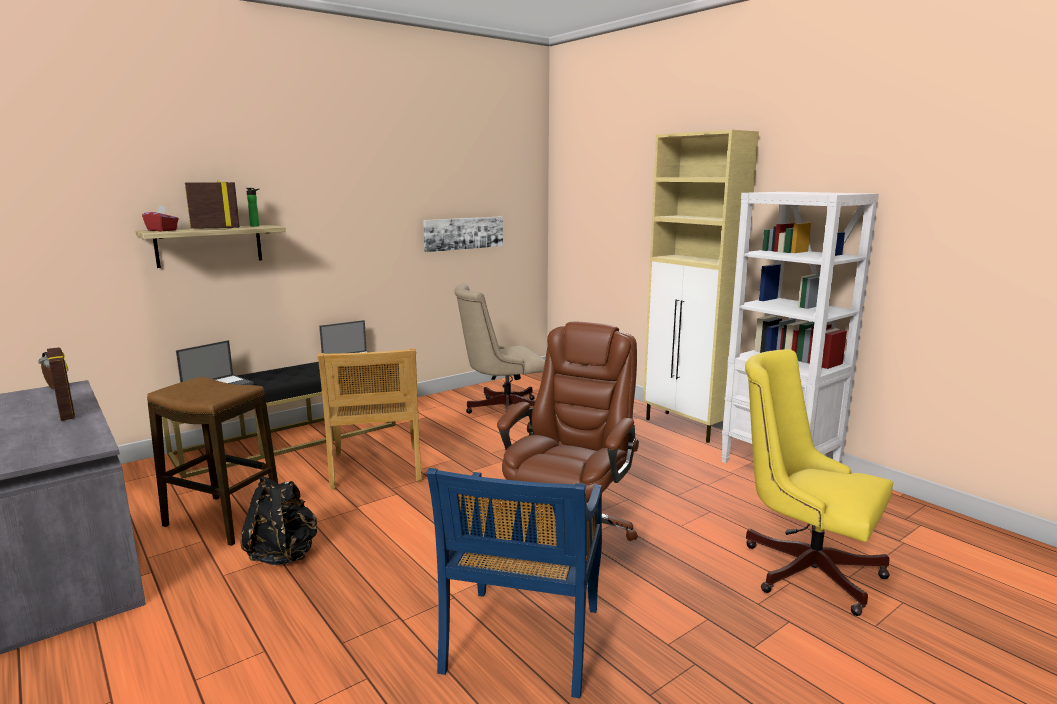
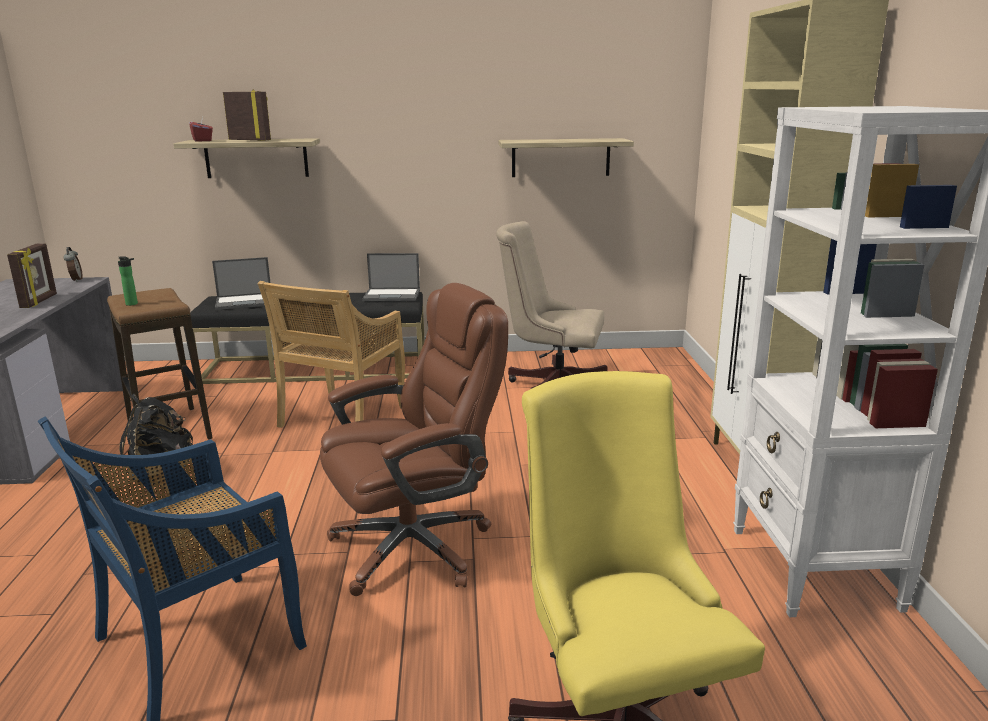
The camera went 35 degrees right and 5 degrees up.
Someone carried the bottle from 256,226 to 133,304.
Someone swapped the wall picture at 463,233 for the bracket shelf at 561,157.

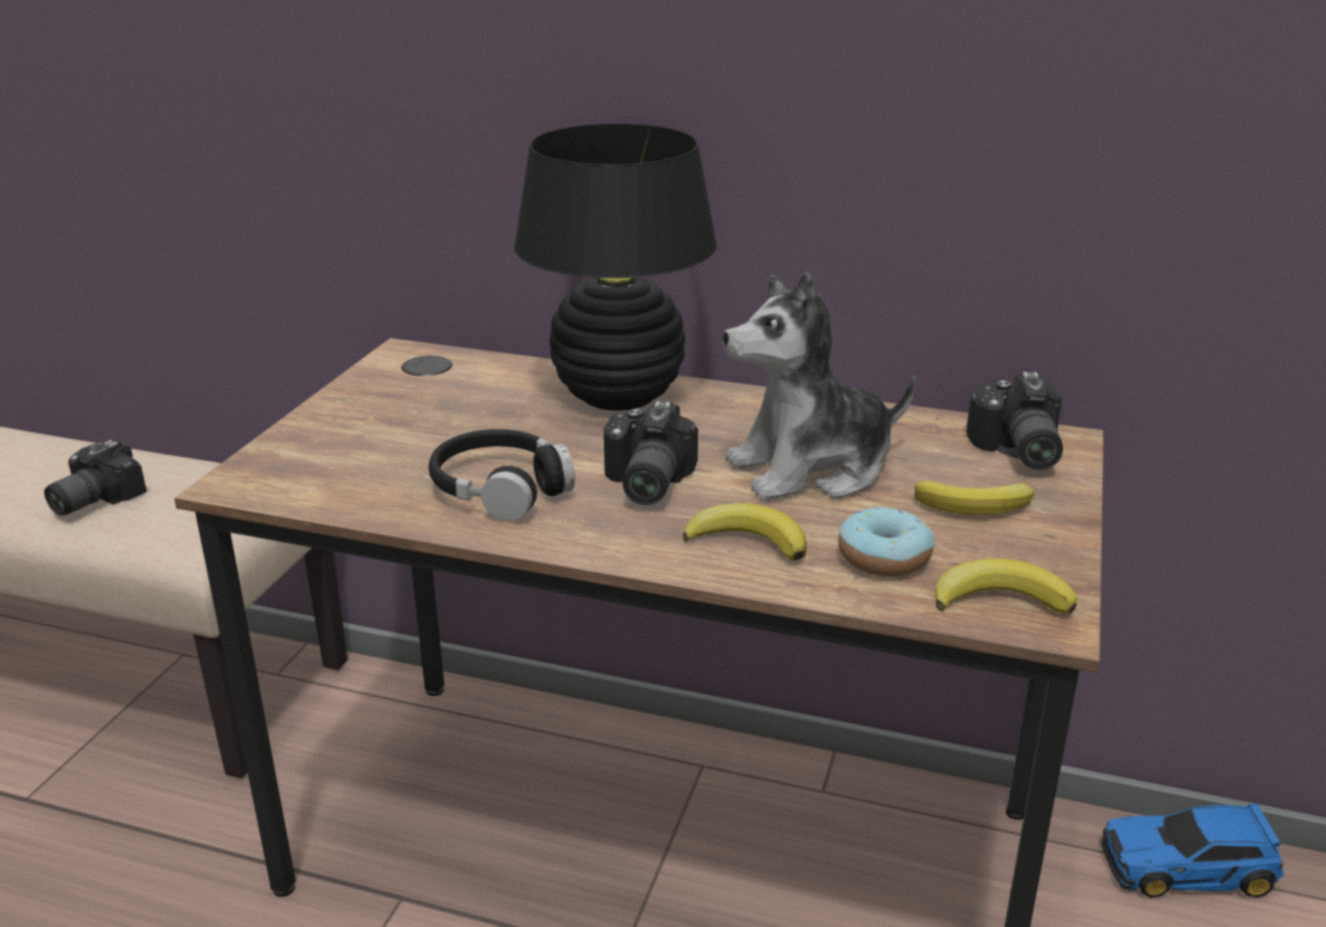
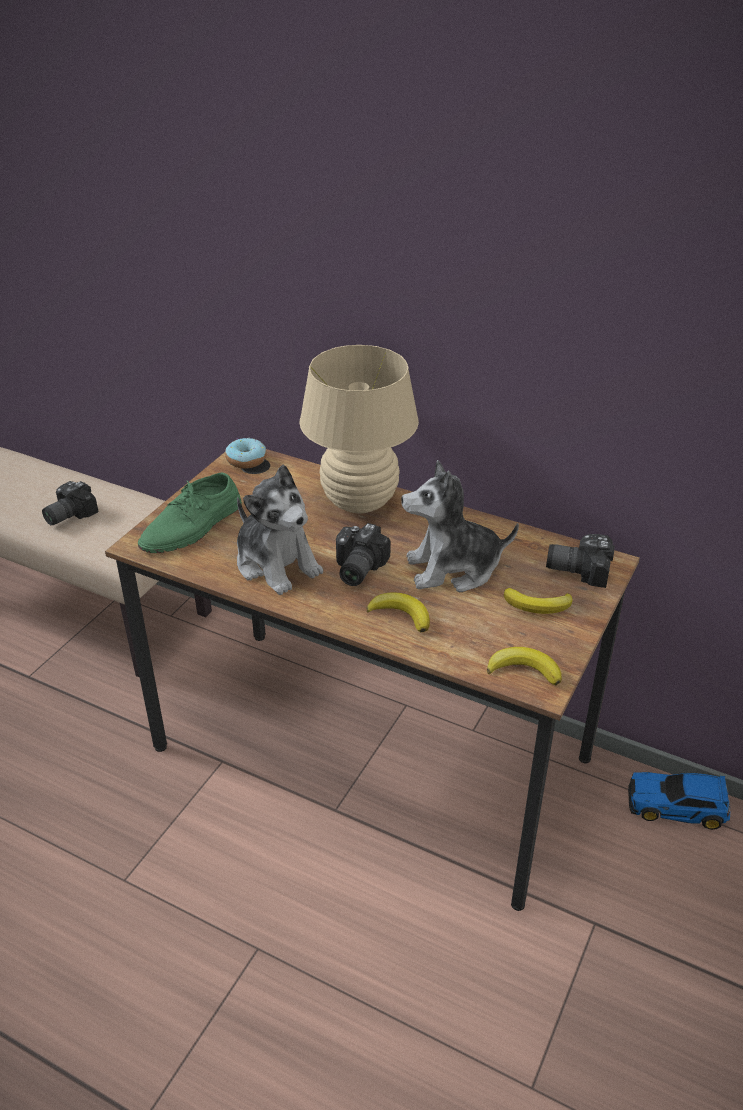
The camera went 10 degrees right and 10 degrees up.
Someone swapped the blackish pair of headphones at 500,489 for the plush toy at 277,564.
Someone repainted the blackish table lamp at 618,397, which became the beige table lamp at 359,502.
Someone carried the ring doughnut from 884,557 to 246,460.
Someone rotated the still camera at 1015,451 by 90 degrees clockwise.
Someone put down the green low shoe at 192,526.

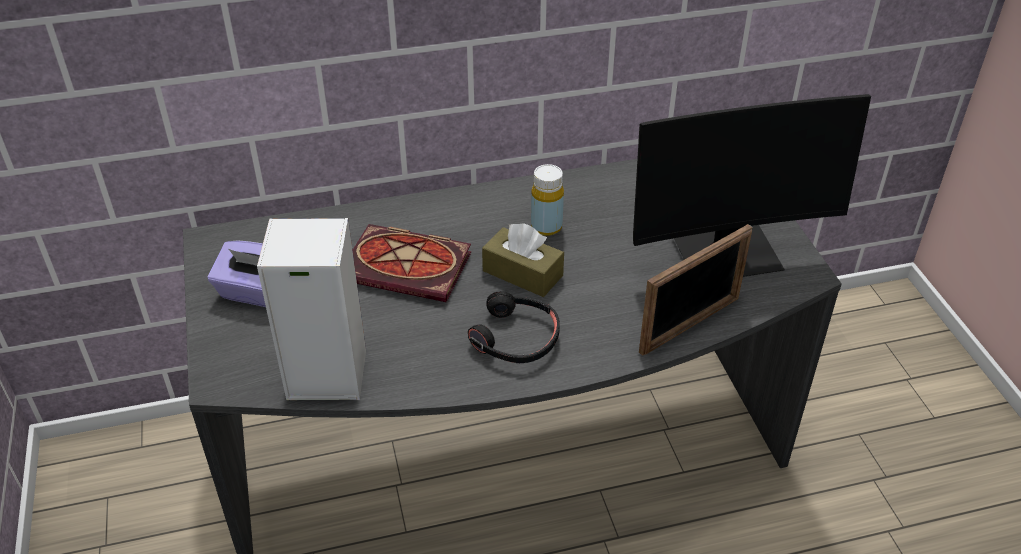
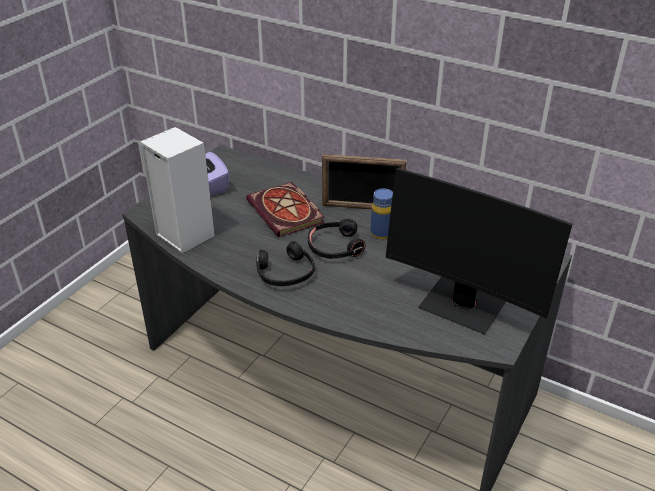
The camera went 45 degrees right and 5 degrees down.
Someone swapped the brown box of tissues at 522,273 for the blackish pair of headphones at 335,247.
Someone repainted the yellow bottle at 546,227, which became the bluish bottle at 381,233.
Someone carried the photo frame from 690,325 to 362,208.

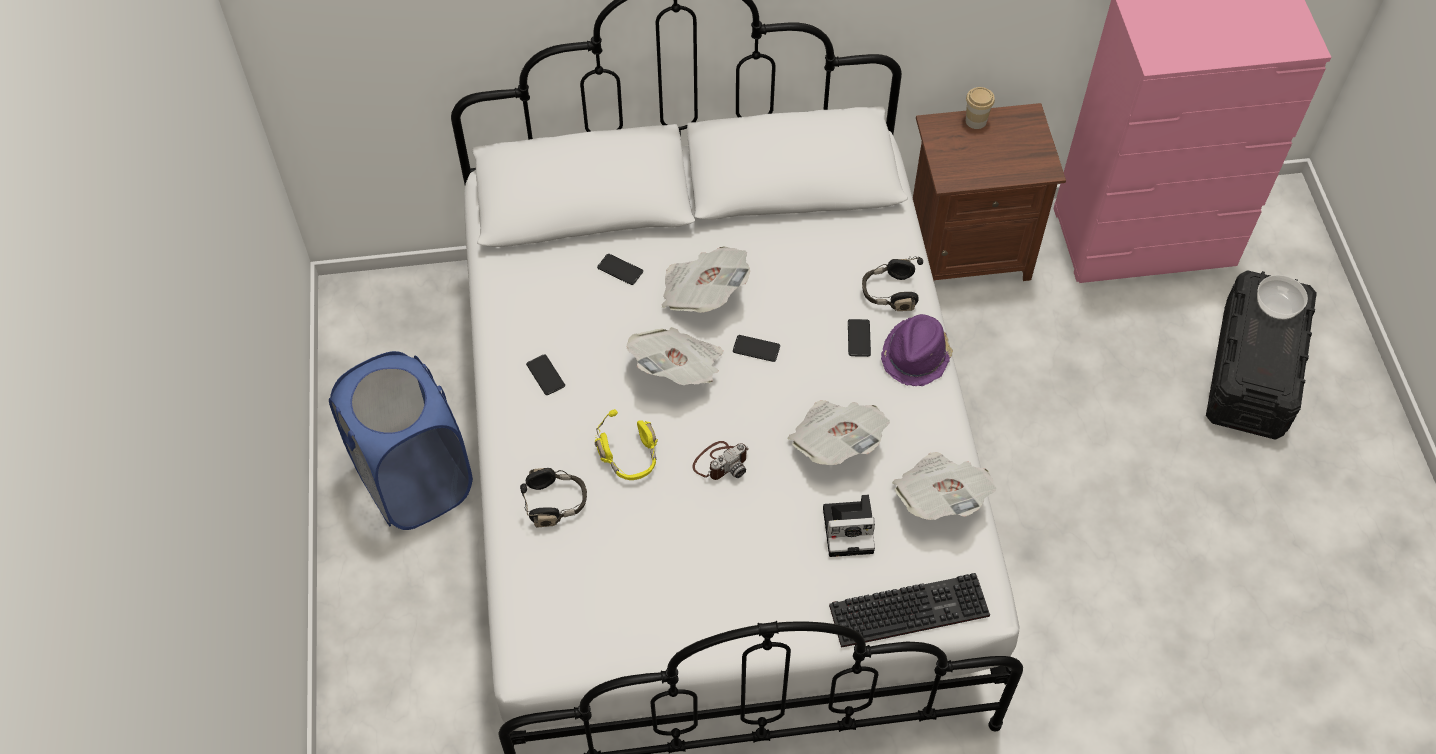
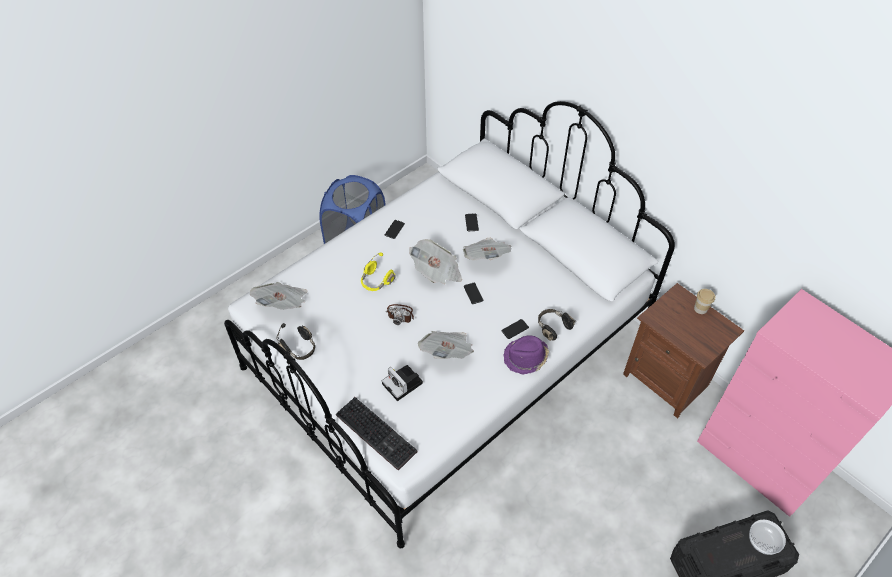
The camera went 55 degrees right and 5 degrees down.
Someone carried the blackish pair of headphones from 556,502 to 300,348.
Someone carried the daily paper from 940,497 to 283,304.

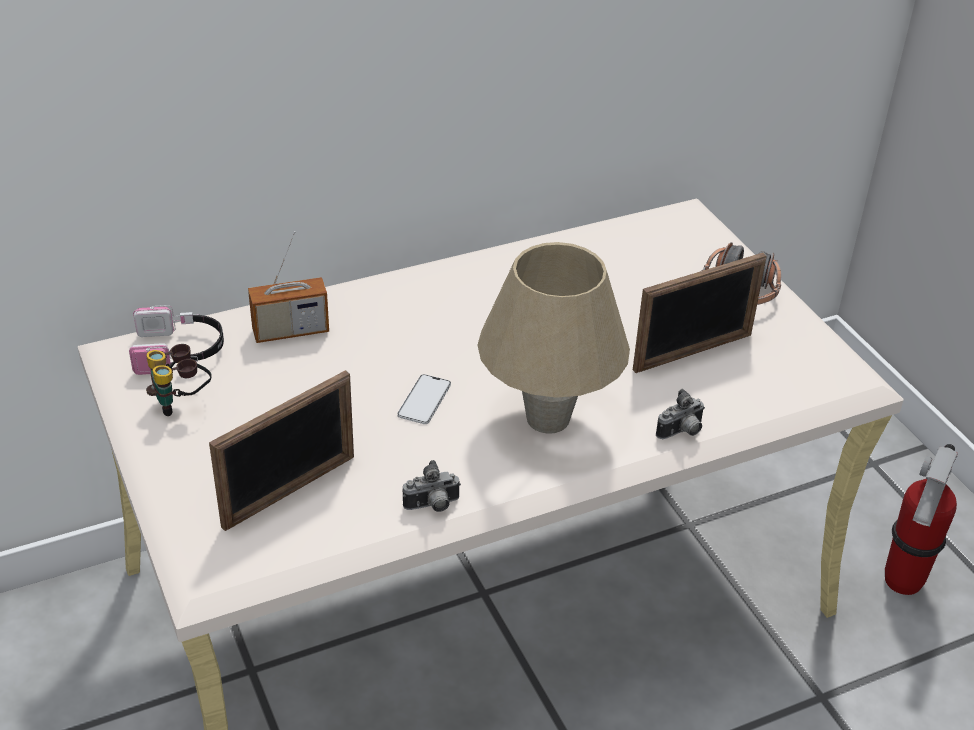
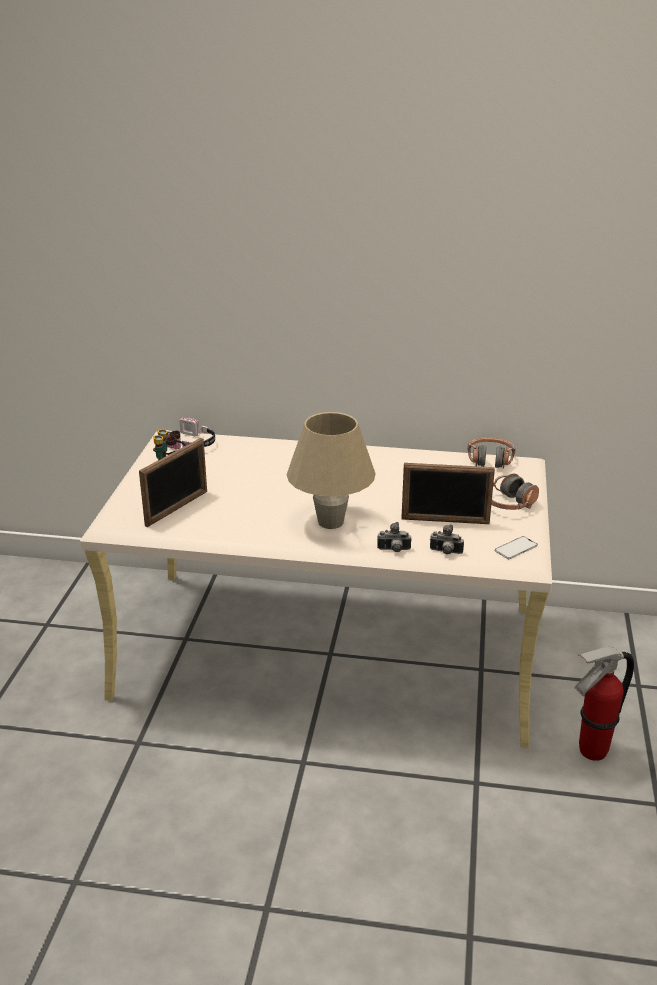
The camera went 35 degrees right and 10 degrees down.
Someone rotated the photo frame at 290,491 by 45 degrees counterclockwise.
Someone took away the radio set at 290,331.
Someone carried the phone from 424,400 to 516,548.
Someone carried the still camera from 432,506 to 445,552.
Someone put down the pair of headphones at 490,460.

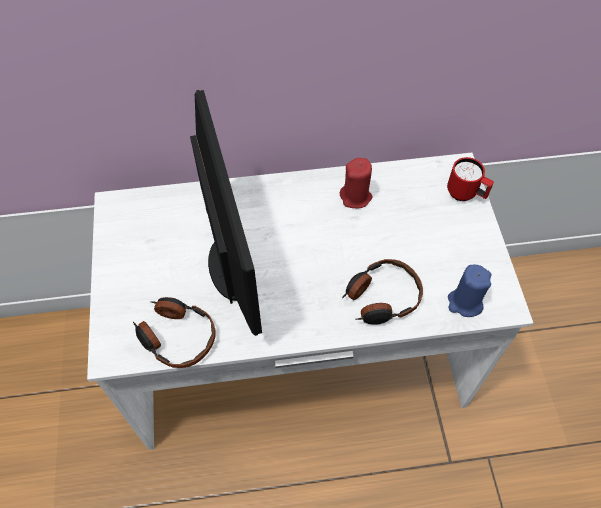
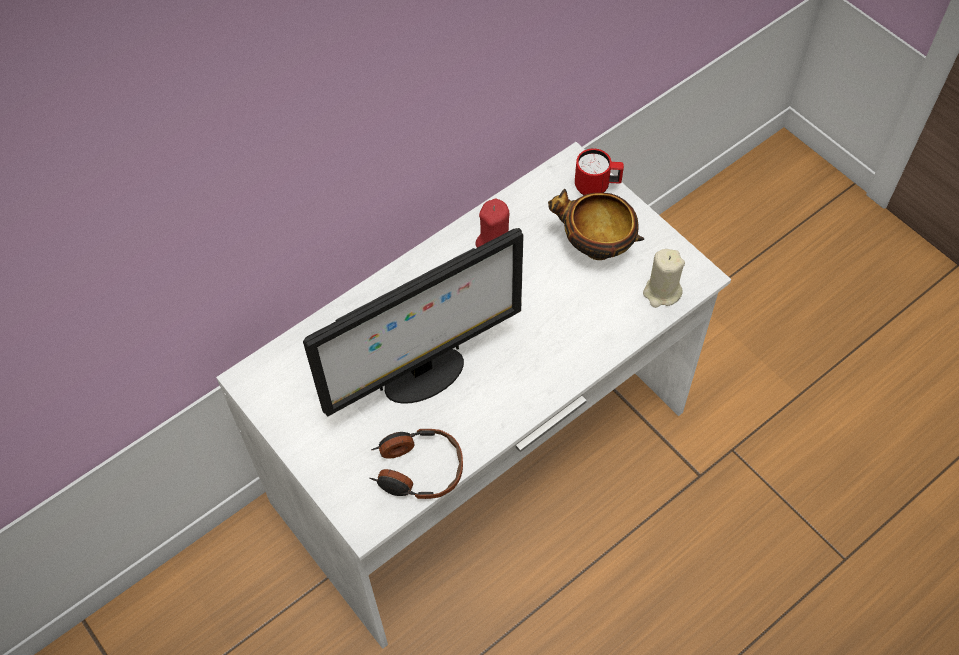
The camera went 30 degrees left and 0 degrees up.
Someone rotated the monitor at 232,269 by 105 degrees clockwise.
Someone took away the pair of headphones at 381,298.
Someone repainted the bluish wax light at 464,302, which became the beige wax light at 661,292.
Someone put down the bowl at 595,248.

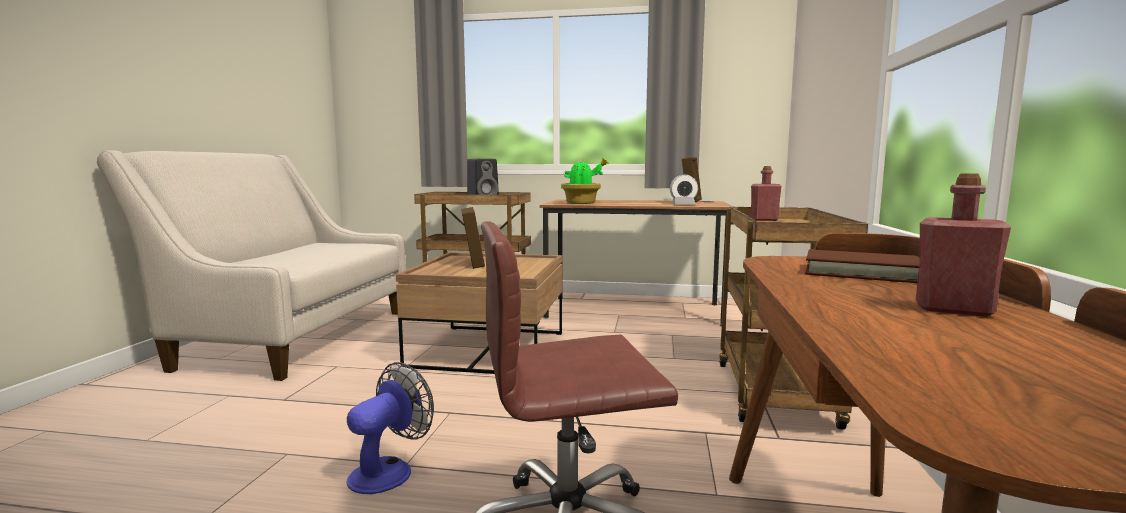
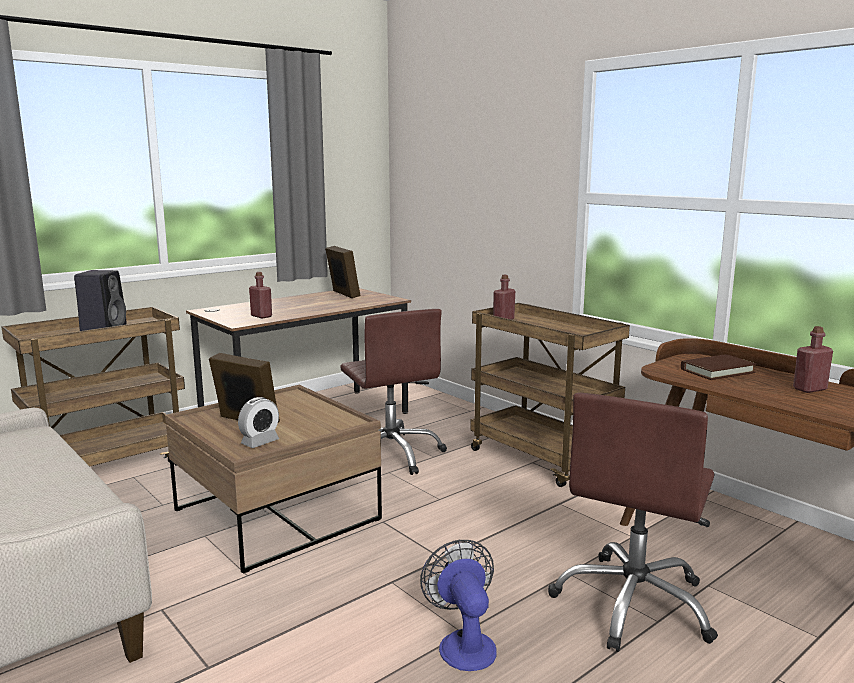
The camera went 50 degrees left and 5 degrees up.
Someone swapped the houseplant at 582,203 for the reddish bottle at 261,316.
Someone carried the table clock from 683,204 to 260,442.
Someone put down the brown desk chair at 392,454.

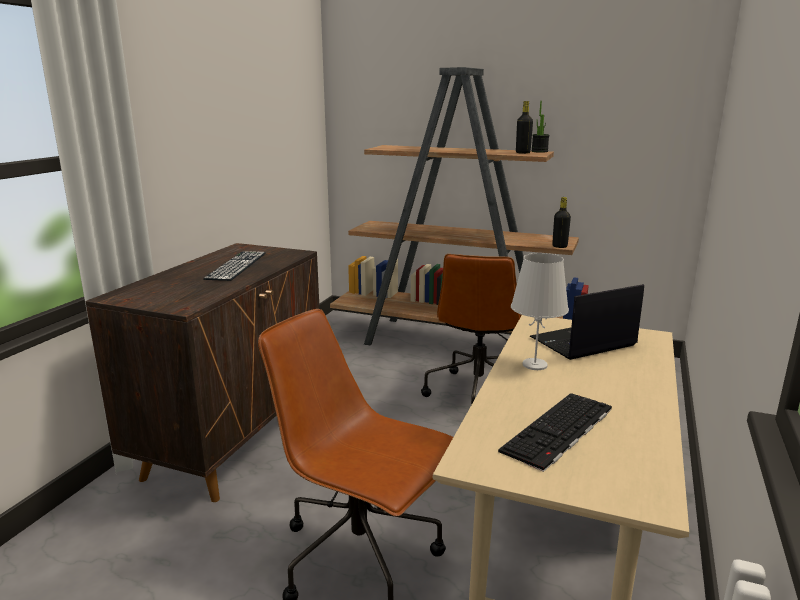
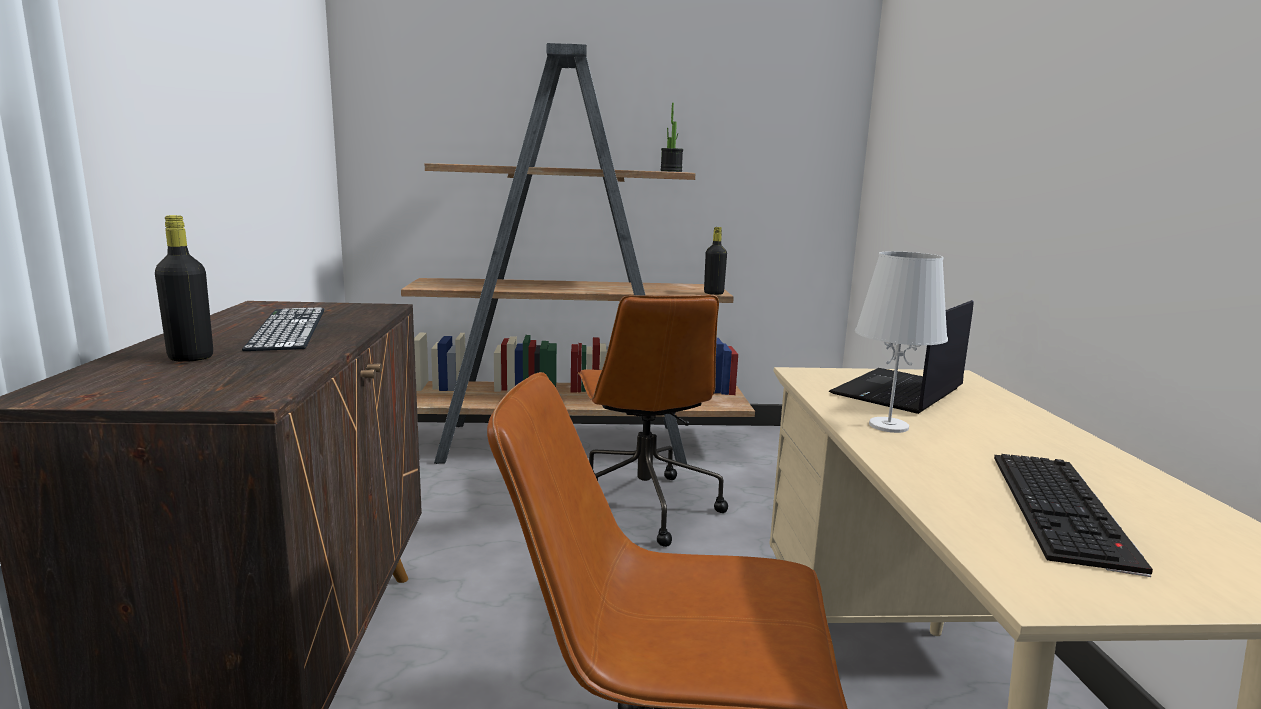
The camera went 25 degrees left and 5 degrees down.
Someone carried the blackish bottle from 523,153 to 191,357.

